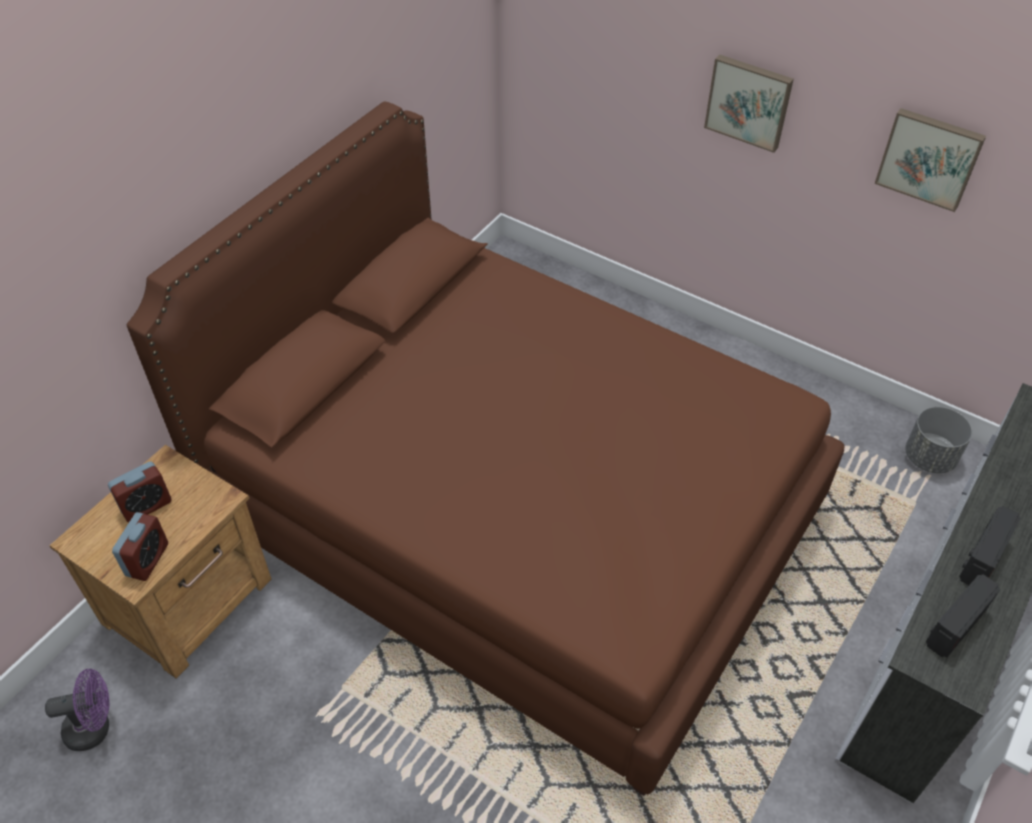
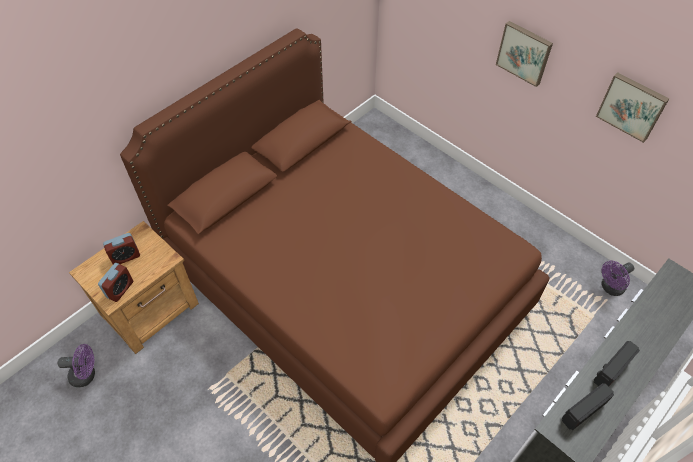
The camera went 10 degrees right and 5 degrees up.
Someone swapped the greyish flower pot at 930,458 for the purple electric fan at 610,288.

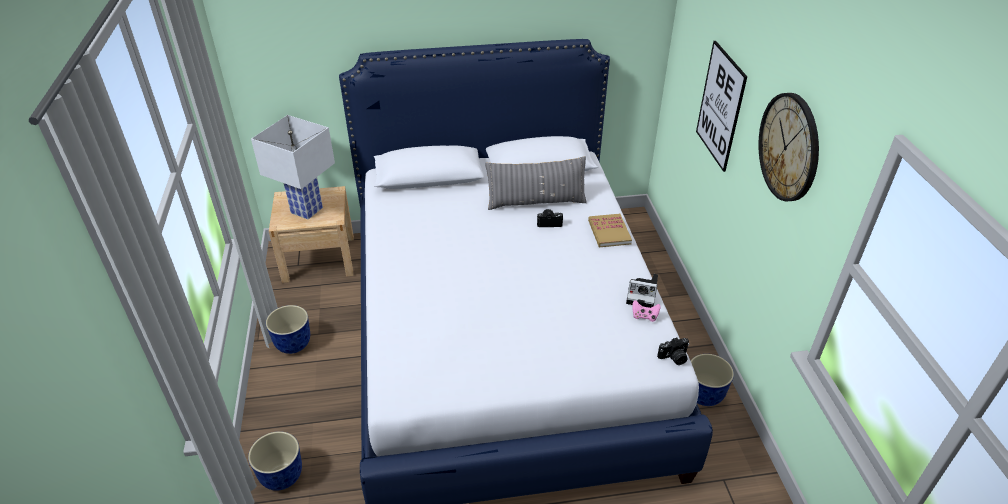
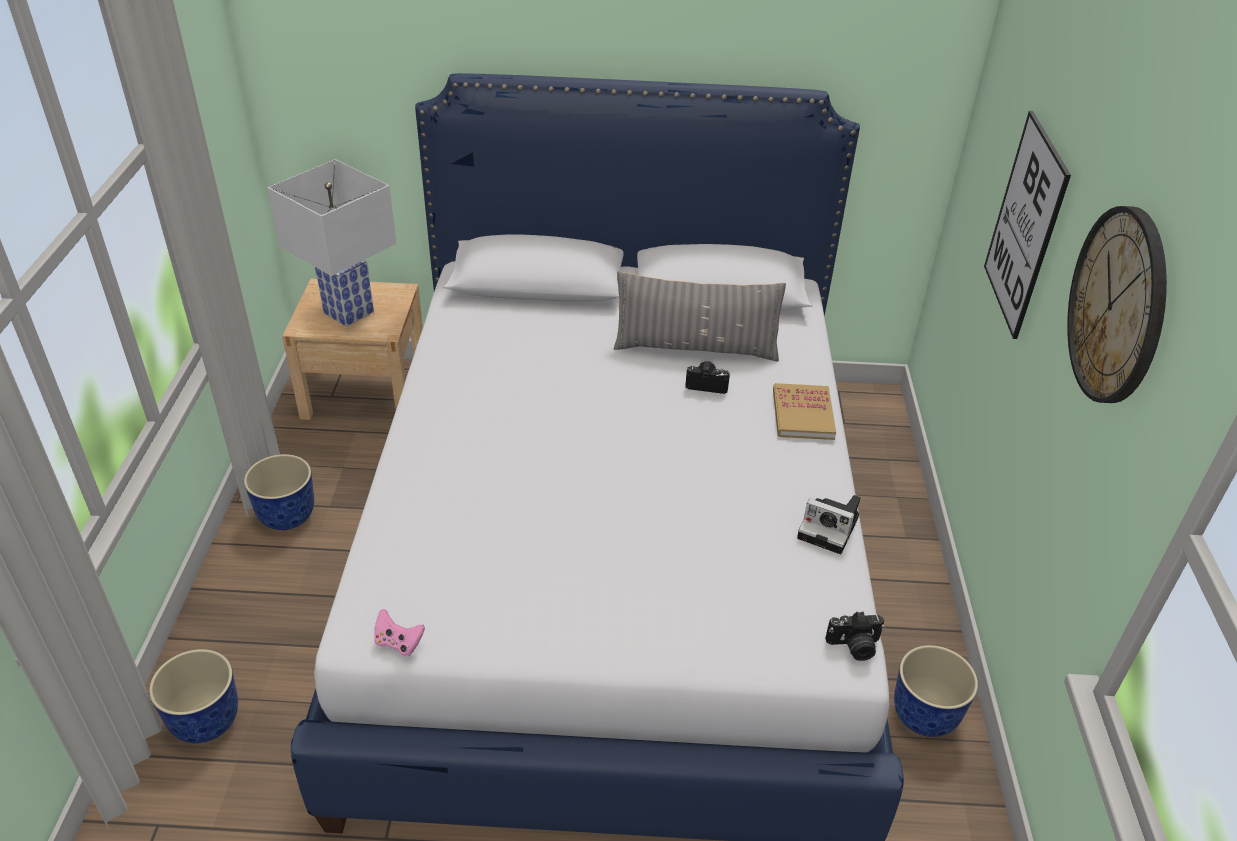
The camera went 10 degrees right and 0 degrees up.
Someone carried the pink-coloured joypad from 644,316 to 398,643.

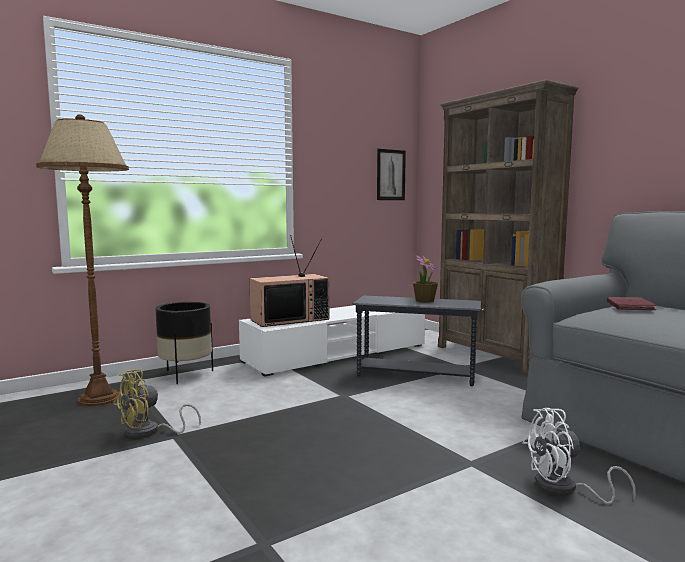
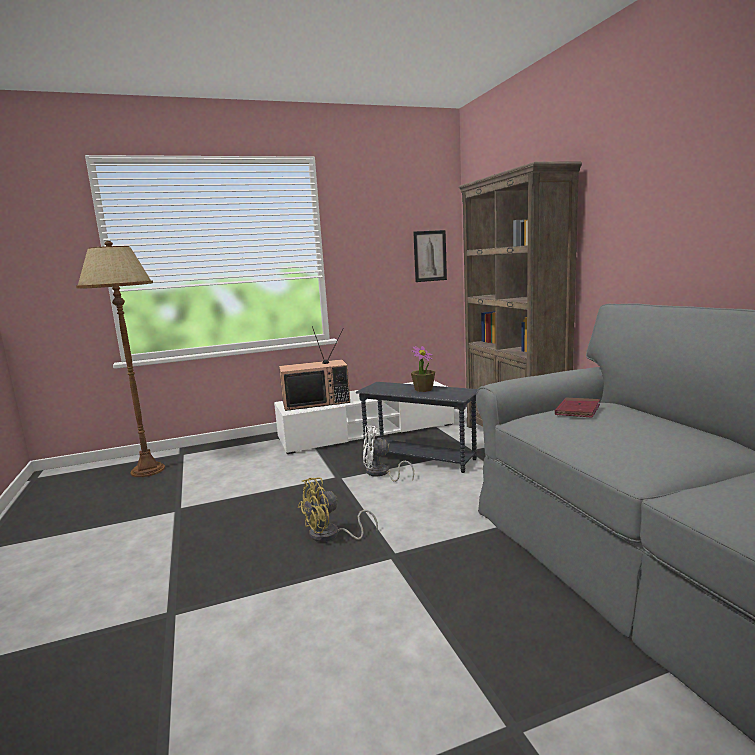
The camera went 15 degrees right and 5 degrees up.
Someone carried the yellow electric fan from 149,432 to 331,535.
Someone took away the blackish flower pot at 185,375.
Someone carried the white-coloured electric fan from 565,489 to 381,474.

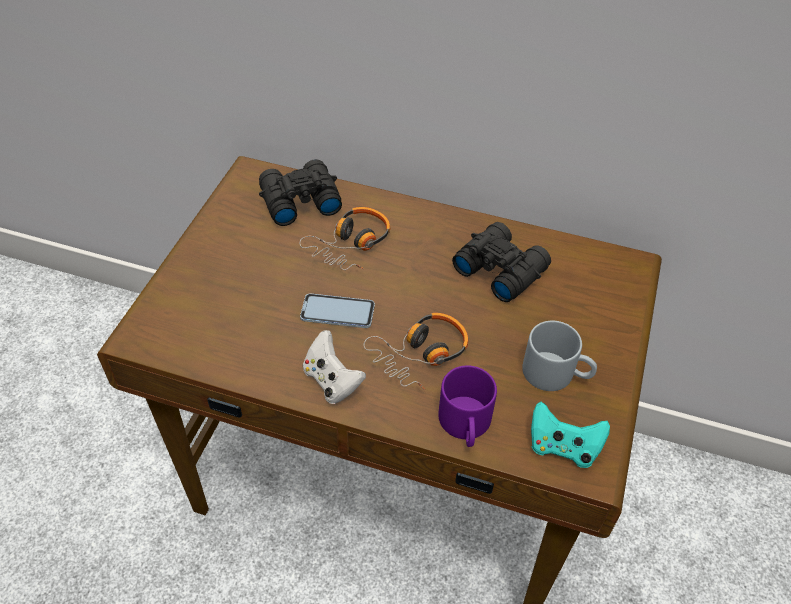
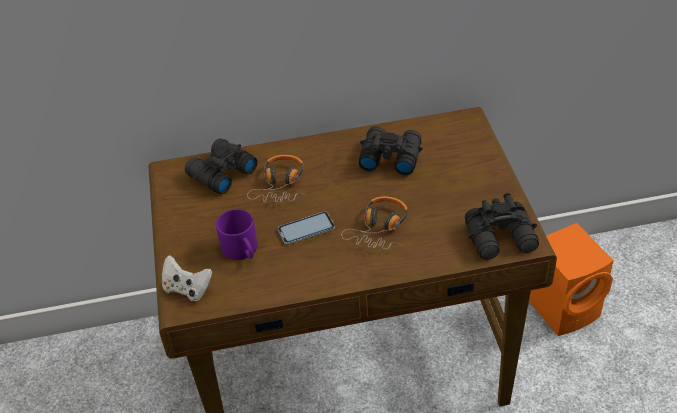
The camera went 25 degrees left and 5 degrees down.
Someone carried the white-coloured joypad from 332,381 to 187,289.
Someone carried the purple coffee mug from 466,425 to 243,250.
Someone took away the greyish coffee mug at 556,373.
Someone swapped the turquoise-coloured joypad at 563,447 for the blackish binoculars at 502,239.
Someone put down the orangey loudspeaker at 565,307.

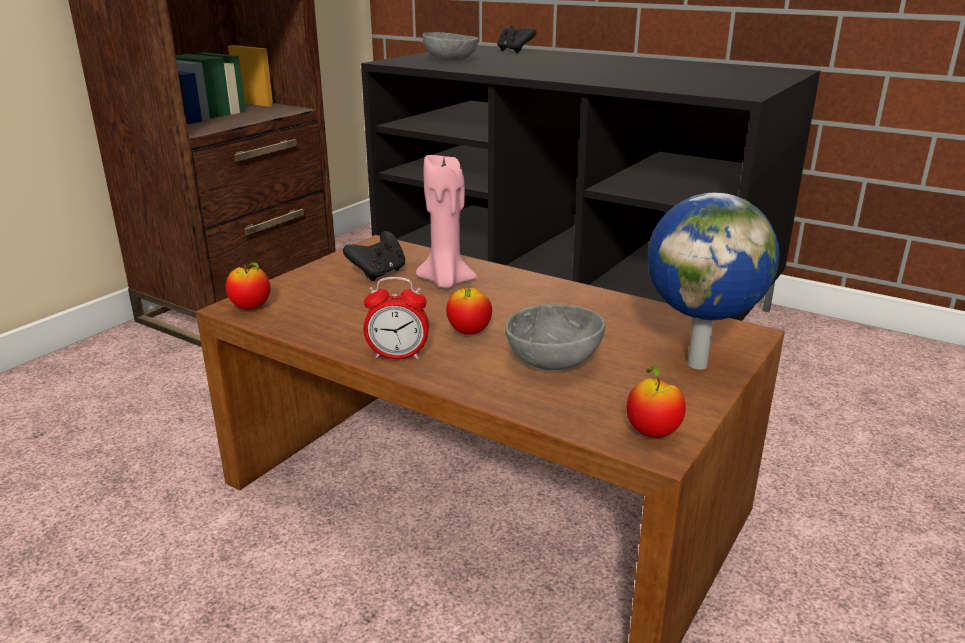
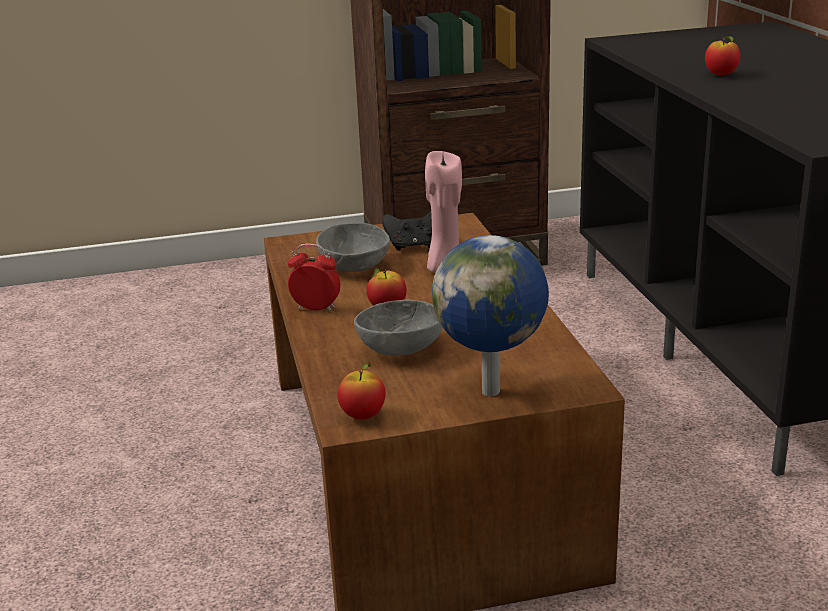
The camera went 45 degrees right and 0 degrees up.
Someone carried the whole apple from 251,307 to 721,75.
Someone rotated the table clock at 398,356 by 150 degrees clockwise.
Someone carried the greyish bowl from 451,60 to 356,266.
Someone took away the blackish joypad at 514,51.

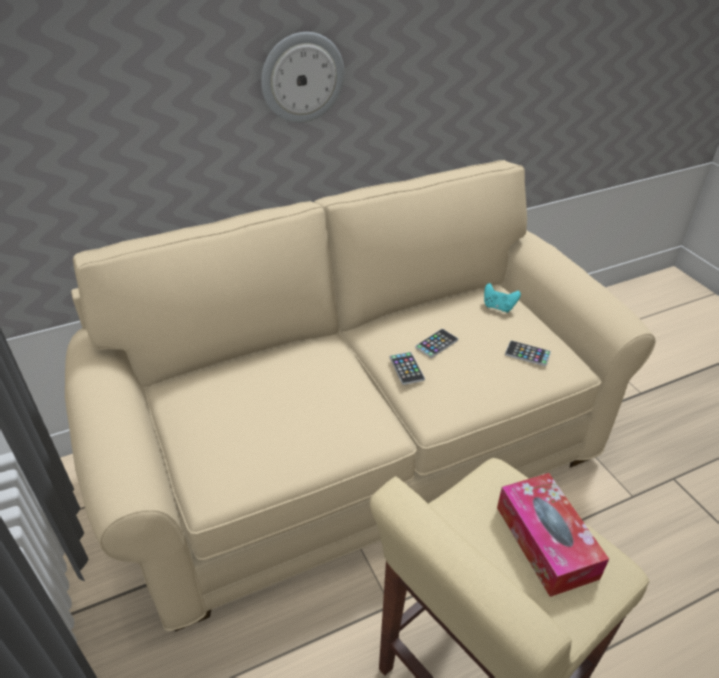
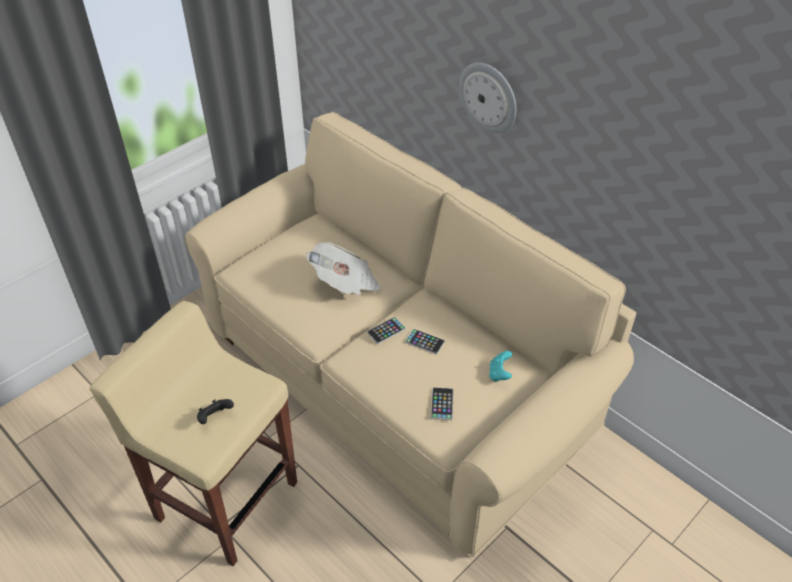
The camera went 70 degrees right and 5 degrees up.
Someone swapped the box of tissues at 546,542 for the blackish joypad at 215,417.
Someone put down the daily paper at 345,283.

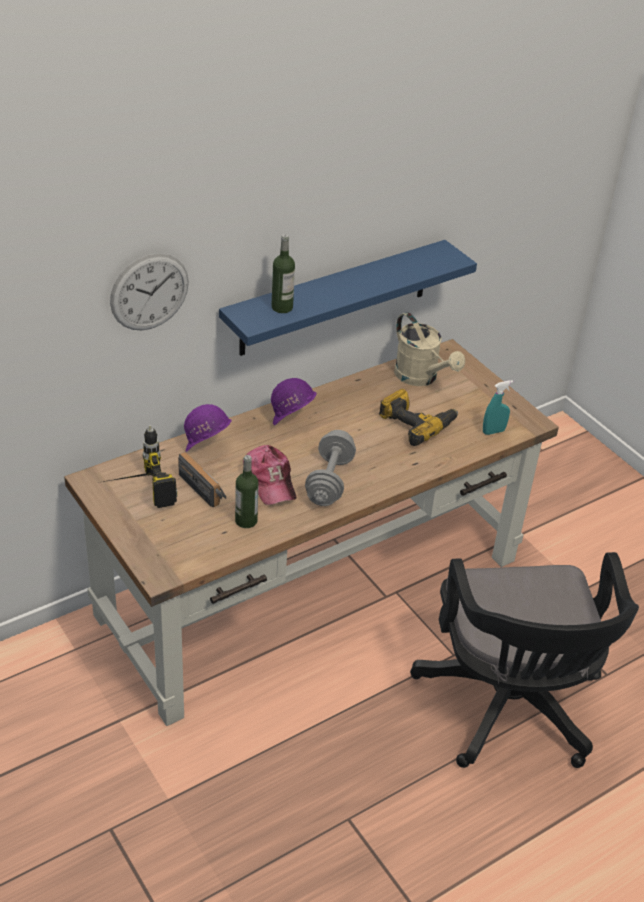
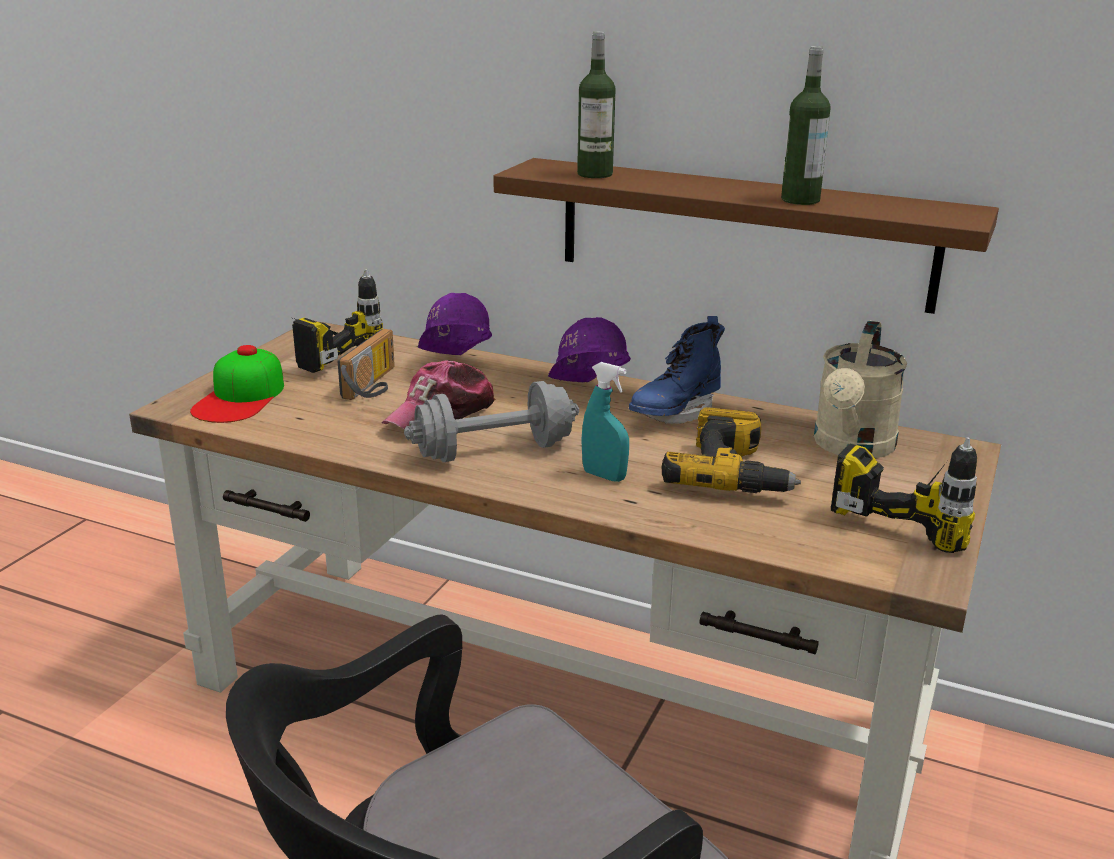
The camera went 60 degrees right and 15 degrees down.
Someone took away the wall clock at 149,292.
Someone repainted the bluish bracket shelf at 335,298, which became the brown bracket shelf at 743,233.
Someone carried the bottle from 246,521 to 800,200.
Someone carried the turquoise-coloured hand sprayer from 493,431 to 604,476.
Someone put down the peaked cap at 240,397.
Someone put down the bluish boot at 675,413.
Someone put down the power drill at 913,514.

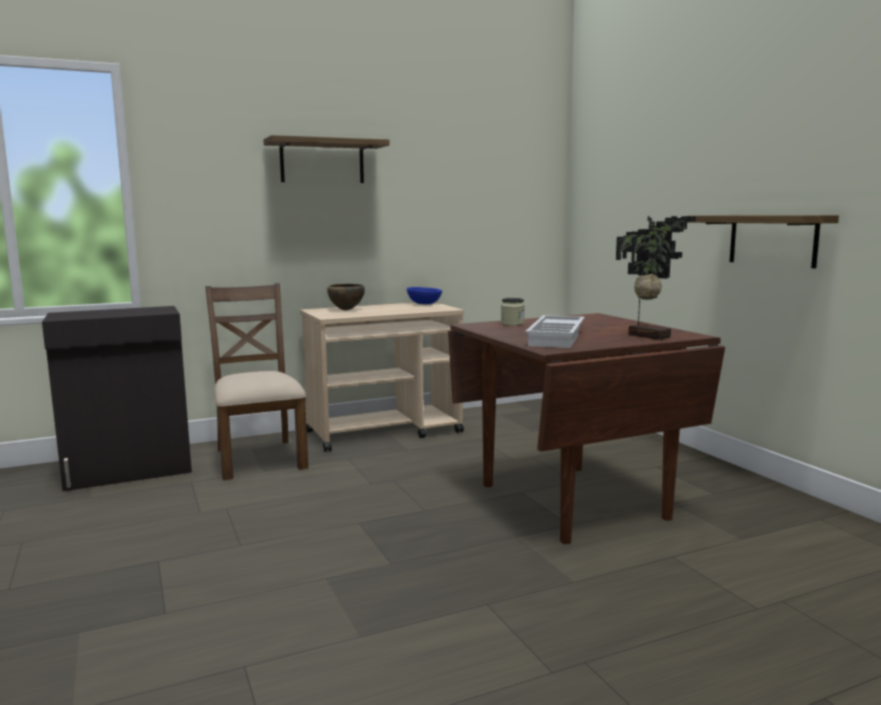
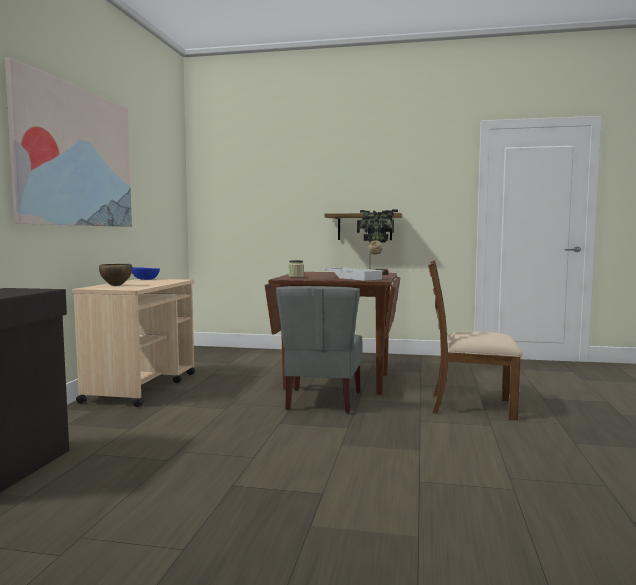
The camera went 55 degrees left and 5 degrees down.
Someone carried the brown upright chair from 259,458 to 470,406.
Someone swapped the bracket shelf at 322,162 for the wall picture at 76,157.
Someone put down the greyish upright chair at 322,401.

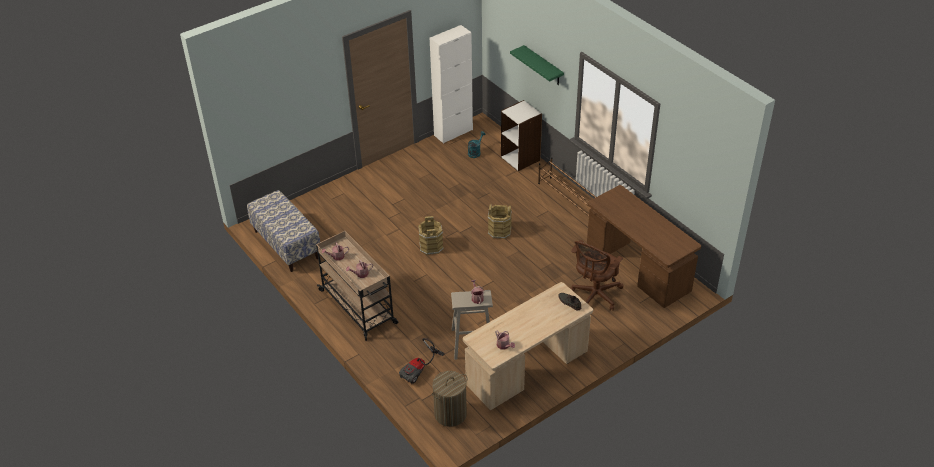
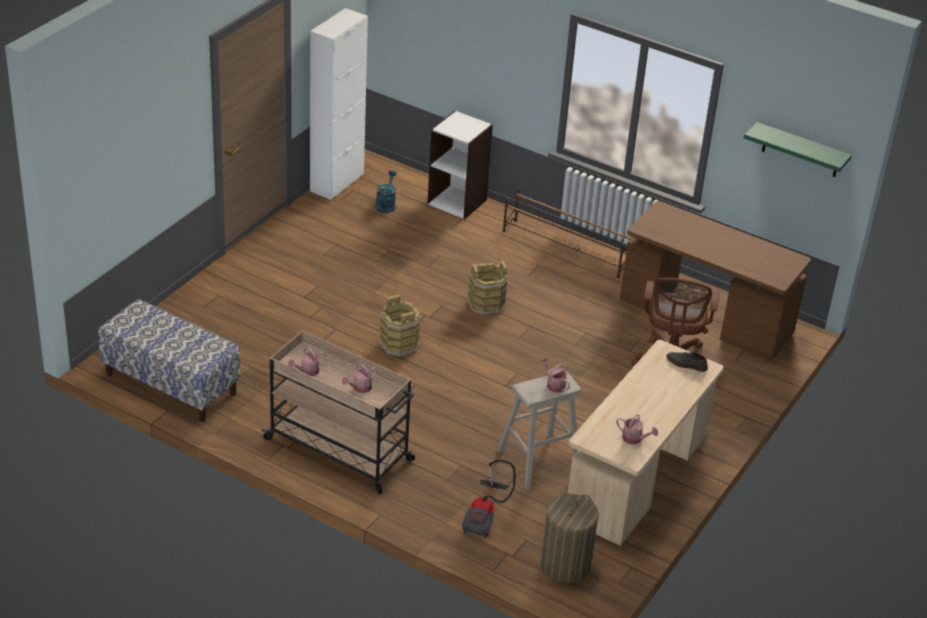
The camera went 25 degrees left and 5 degrees down.
Someone carried the green bracket shelf from 543,66 to 801,150.

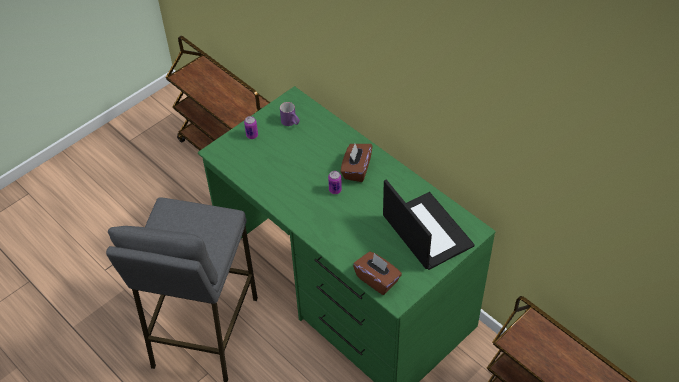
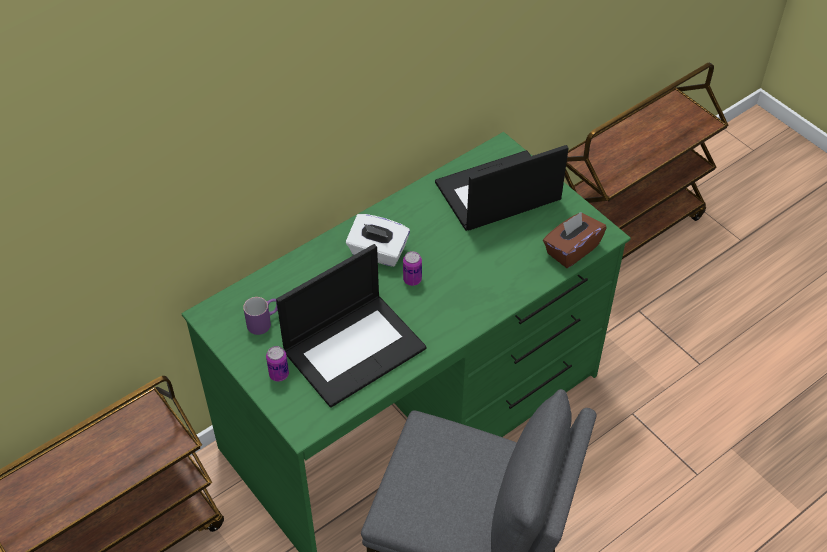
The camera went 85 degrees left and 0 degrees up.
Someone repainted the brown box of tissues at 356,169, which became the white-coloured box of tissues at 378,252.
Someone put down the portable computer at 355,348.

